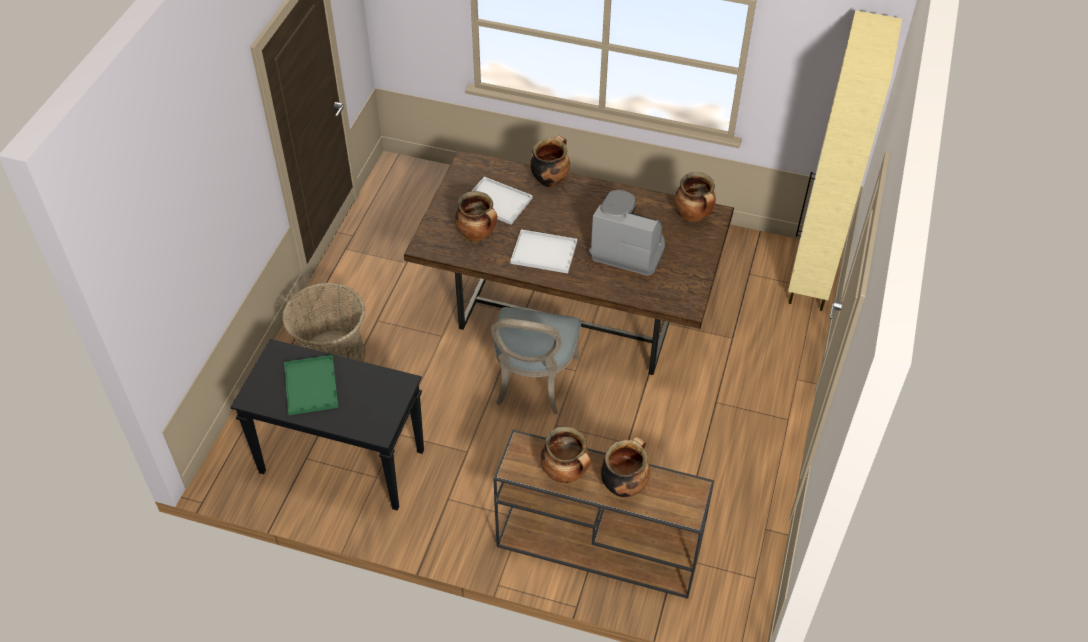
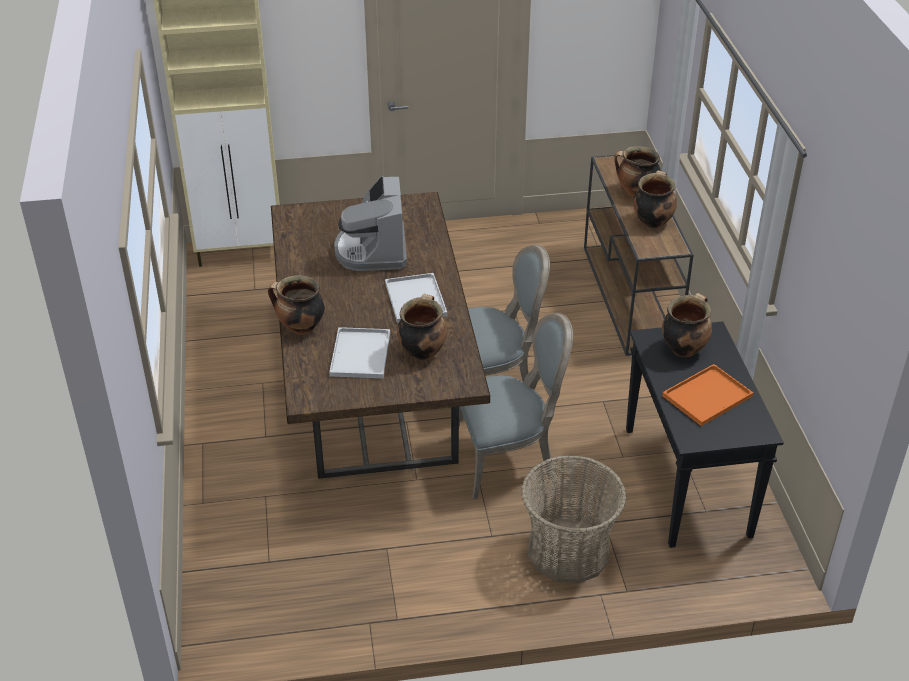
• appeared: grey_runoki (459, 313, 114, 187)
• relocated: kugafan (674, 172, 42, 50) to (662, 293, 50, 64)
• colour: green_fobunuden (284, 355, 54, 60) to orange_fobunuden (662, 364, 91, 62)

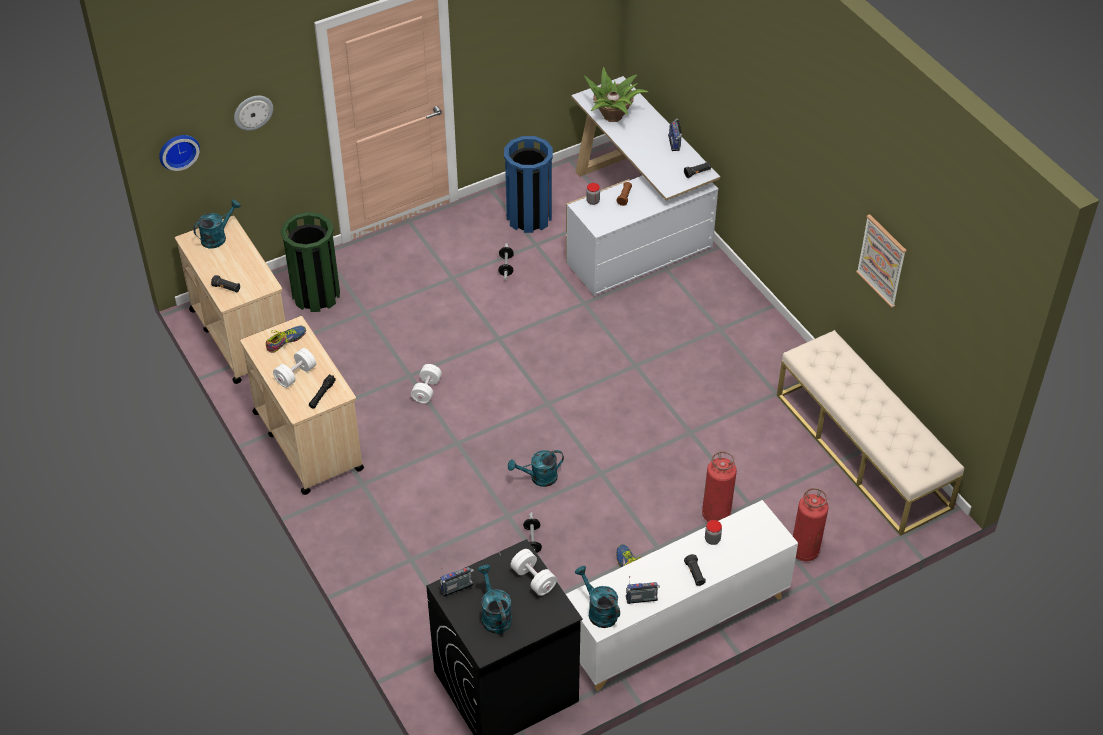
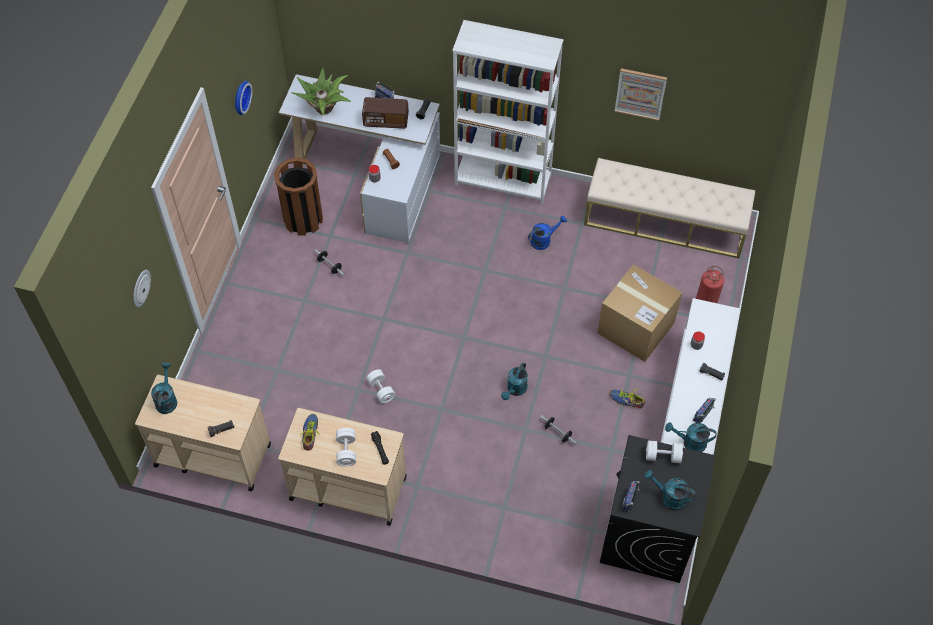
• relocated: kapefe (159, 135, 41, 36) to (235, 81, 17, 34)
• colour: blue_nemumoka (504, 136, 49, 97) to brown_nemumoka (274, 157, 49, 79)
• appeared: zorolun (362, 97, 47, 32)
• appeared: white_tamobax (453, 20, 111, 185)
• appeared: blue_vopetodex (528, 215, 39, 35)
• exchanged: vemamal (702, 451, 35, 71) to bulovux (597, 264, 85, 98)
• missing: green_nemumoka (281, 212, 59, 100)

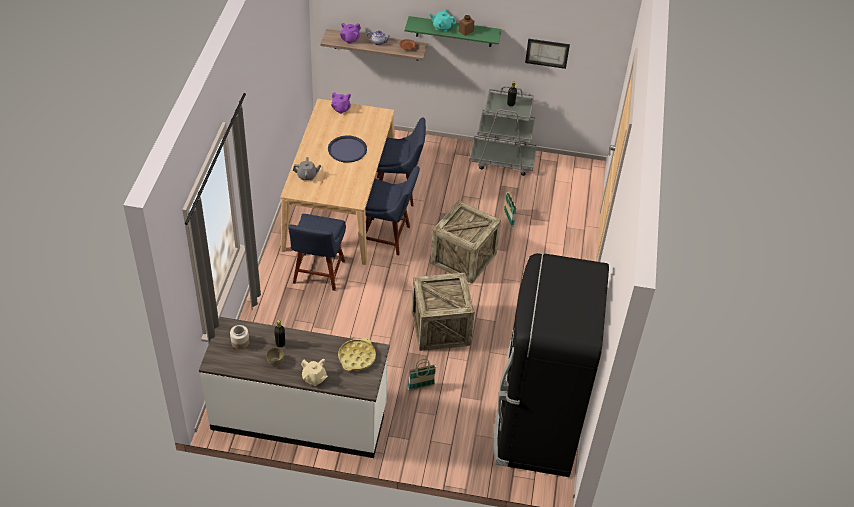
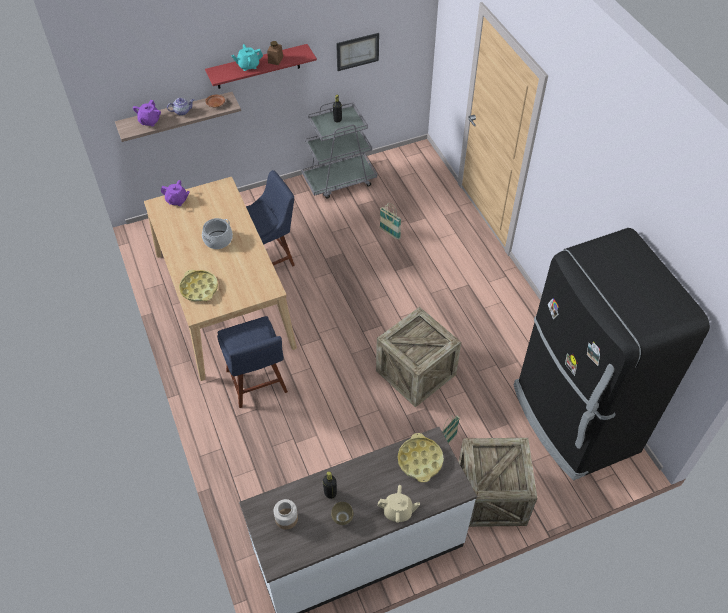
• exchanged: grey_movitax (293, 157, 28, 23) to yellow_fobunuden (179, 270, 39, 31)
• exchanged: blue_fobunuden (328, 135, 39, 28) to kugafan (202, 218, 31, 31)
• colour: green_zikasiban (404, 16, 98, 31) to red_zikasiban (205, 44, 112, 45)
• relocated: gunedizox (430, 200, 71, 84) to (459, 438, 78, 89)
• missing: blue_runoki (365, 166, 55, 89)

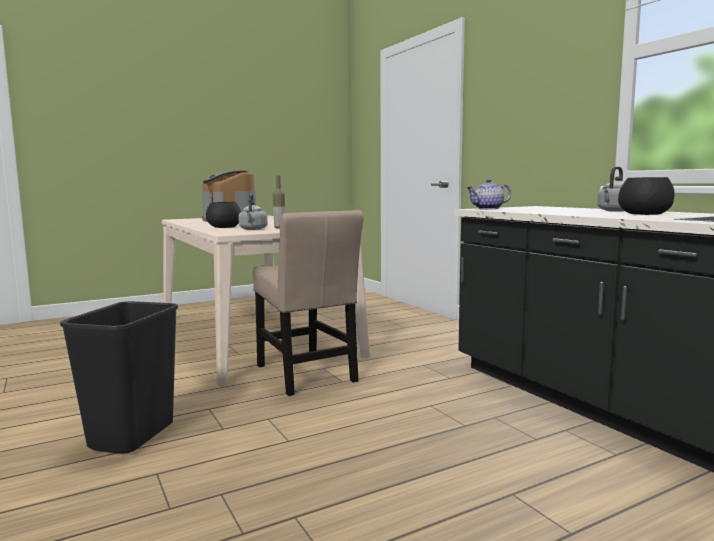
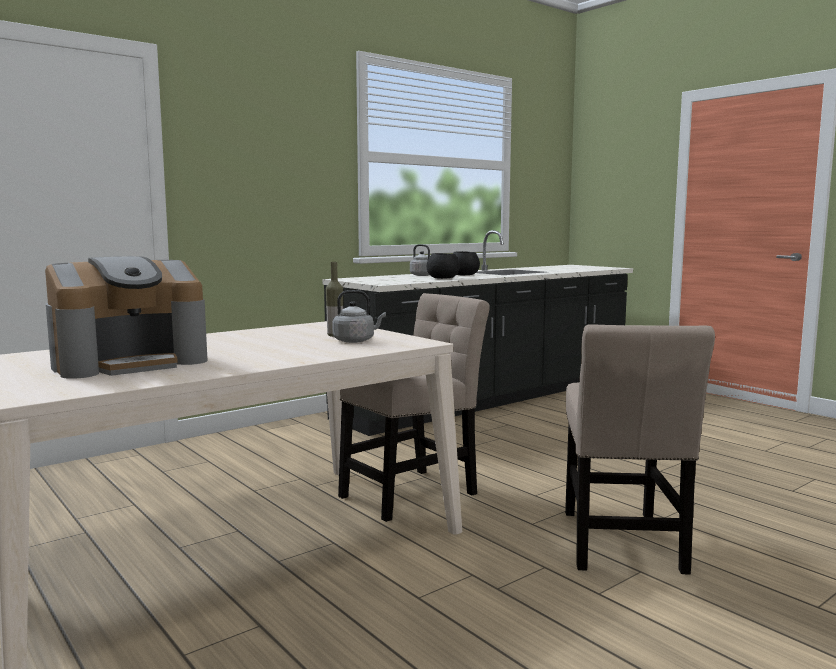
• relocated: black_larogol (206, 202, 35, 26) to (427, 253, 33, 26)
• exchanged: black_nemumoka (60, 301, 118, 153) to beige_runoki (565, 324, 150, 250)
• missing: movitax (466, 179, 45, 30)

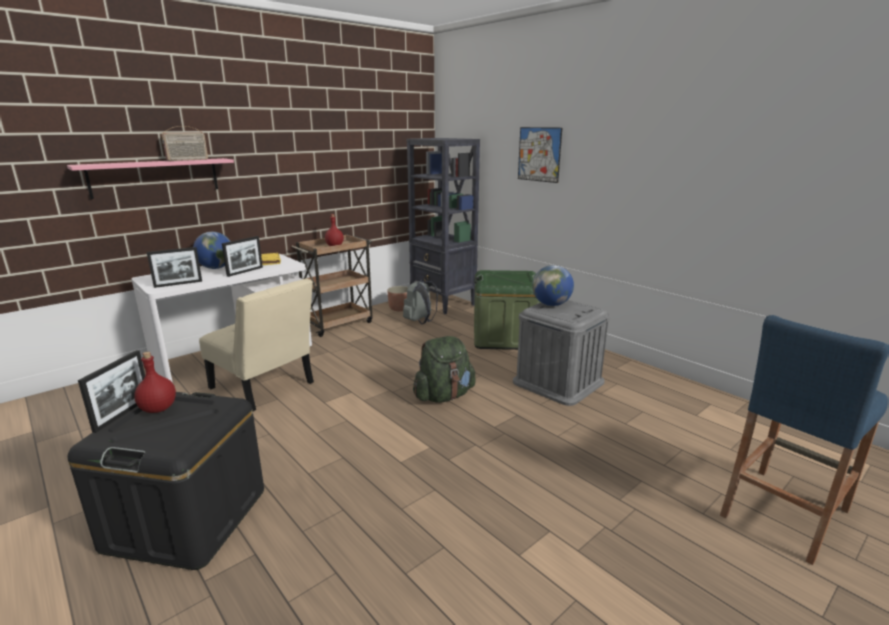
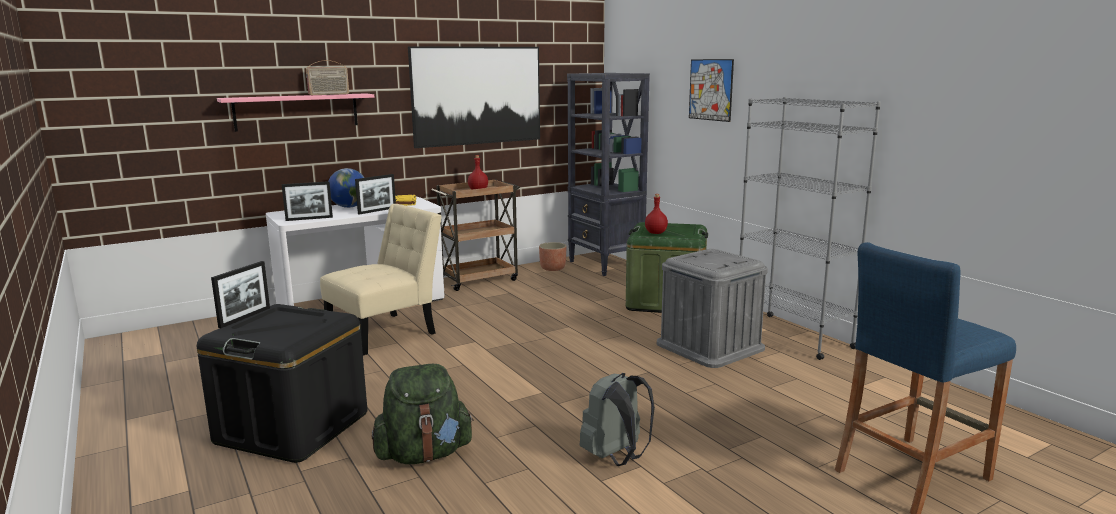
• spun: beige_runoki (199, 278, 115, 133) = (320, 204, 122, 151) 90 degrees counterclockwise
• relocated: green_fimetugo (413, 336, 63, 67) to (372, 364, 102, 100)
• appeared: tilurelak (408, 47, 132, 101)
• relocated: grey_fimetugo (403, 279, 35, 45) to (579, 373, 76, 93)
• relocated: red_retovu (134, 352, 42, 61) to (645, 194, 23, 40)
• appeared: grey_tamobax (740, 97, 141, 263)
• missing: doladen (532, 265, 42, 41)

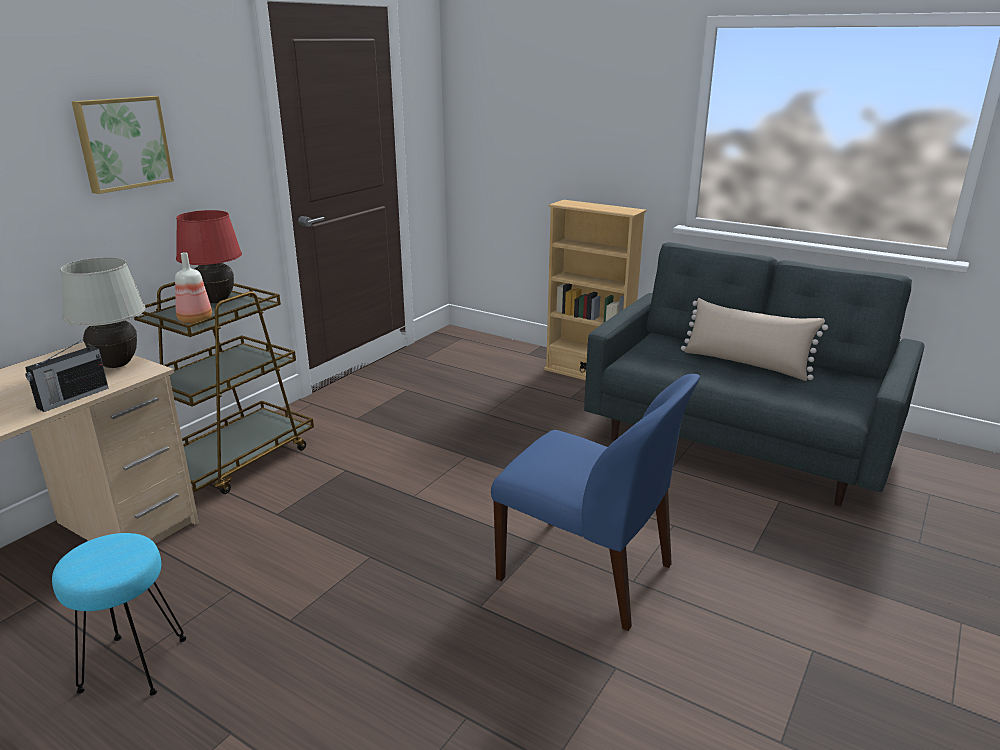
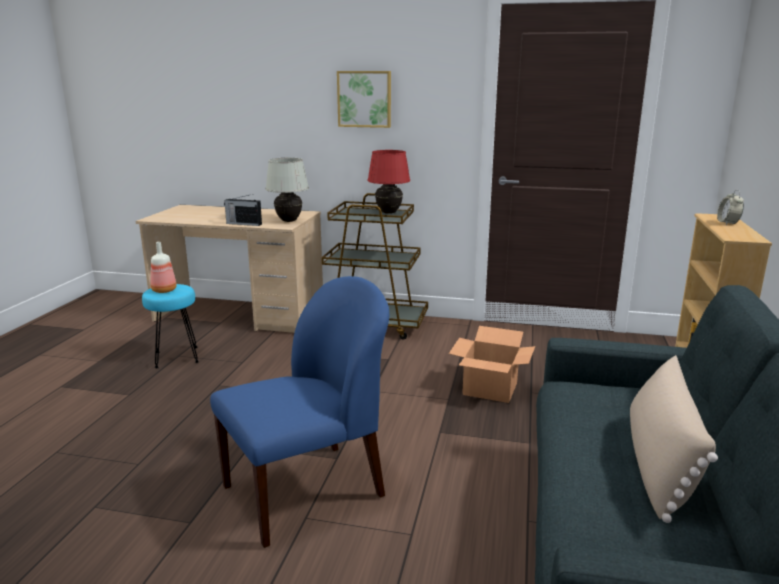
• relocated: retovu (175, 252, 37, 72) to (151, 242, 26, 51)
• spun: blue_runoki (491, 374, 209, 257) = (210, 276, 179, 272) 135 degrees counterclockwise
• appeared: bulovux (449, 326, 86, 77)
• appeared: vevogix (717, 190, 27, 35)

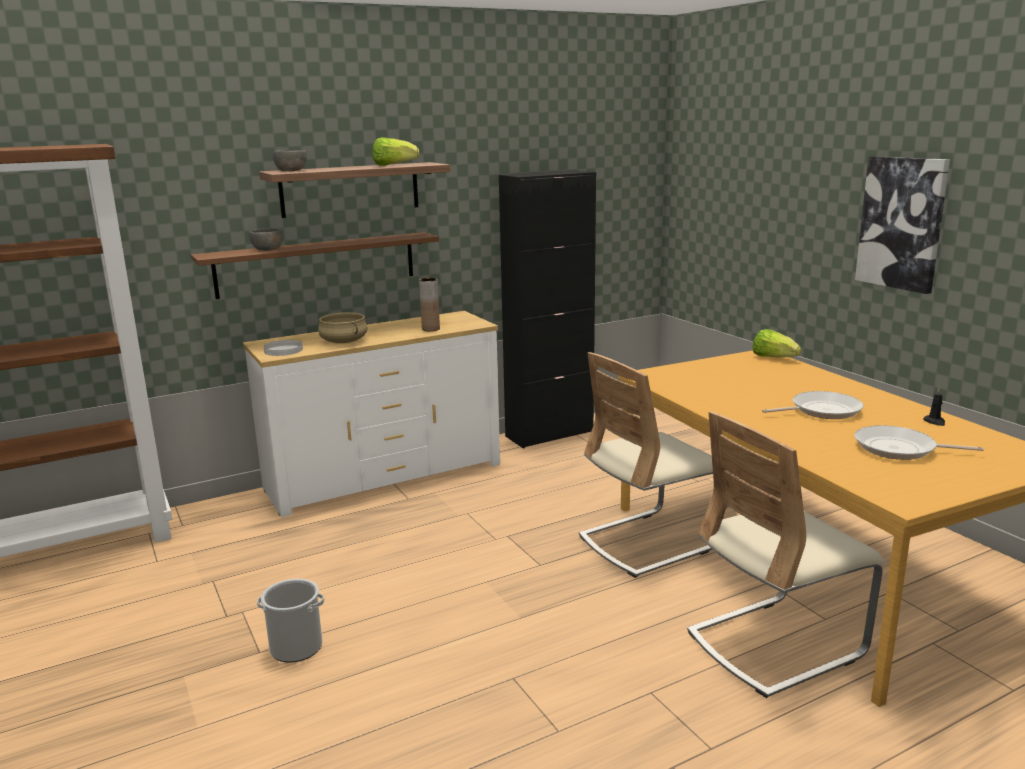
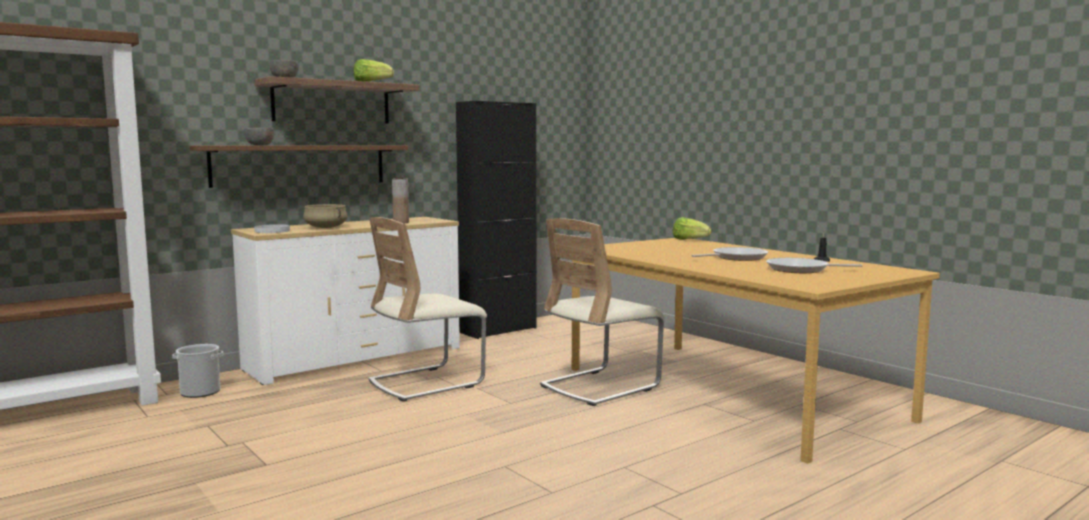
• relocated: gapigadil (257, 579, 68, 84) to (172, 344, 51, 54)
• relocated: beige_runoki (687, 411, 197, 287) to (368, 217, 119, 185)
• missing: tilurelak (855, 156, 95, 138)

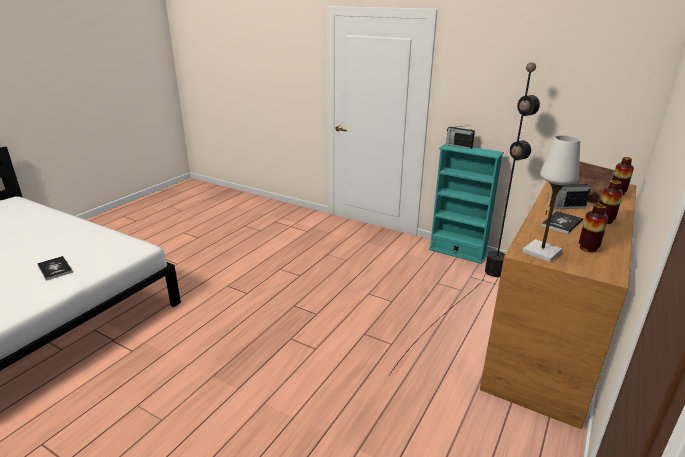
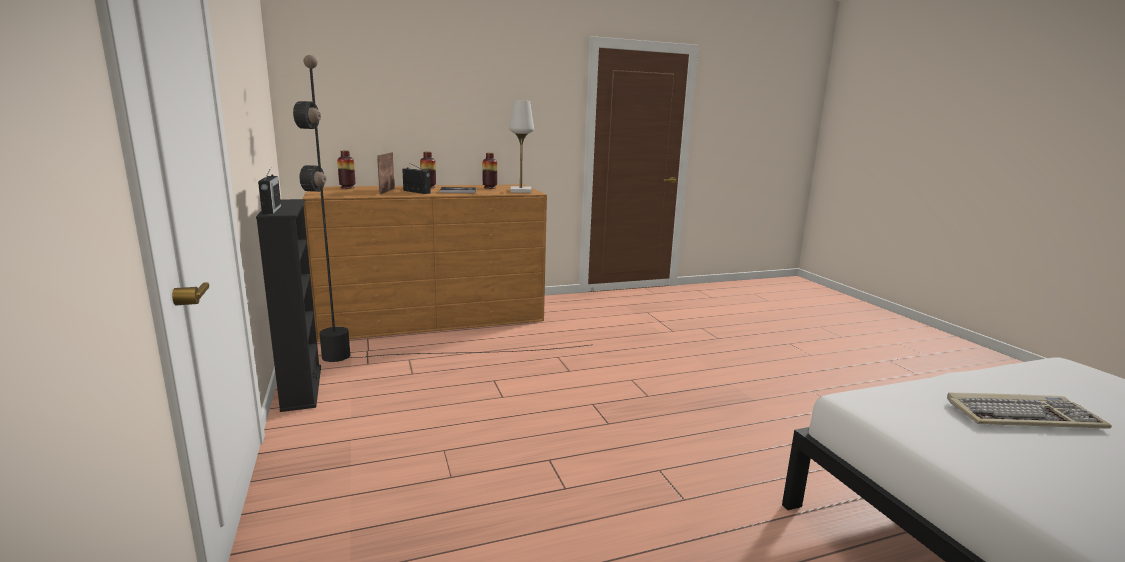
• colour: turquoise_tamobax (429, 143, 75, 121) to black_tamobax (256, 199, 65, 213)
• exchanged: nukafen (37, 256, 36, 25) to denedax (947, 393, 165, 36)

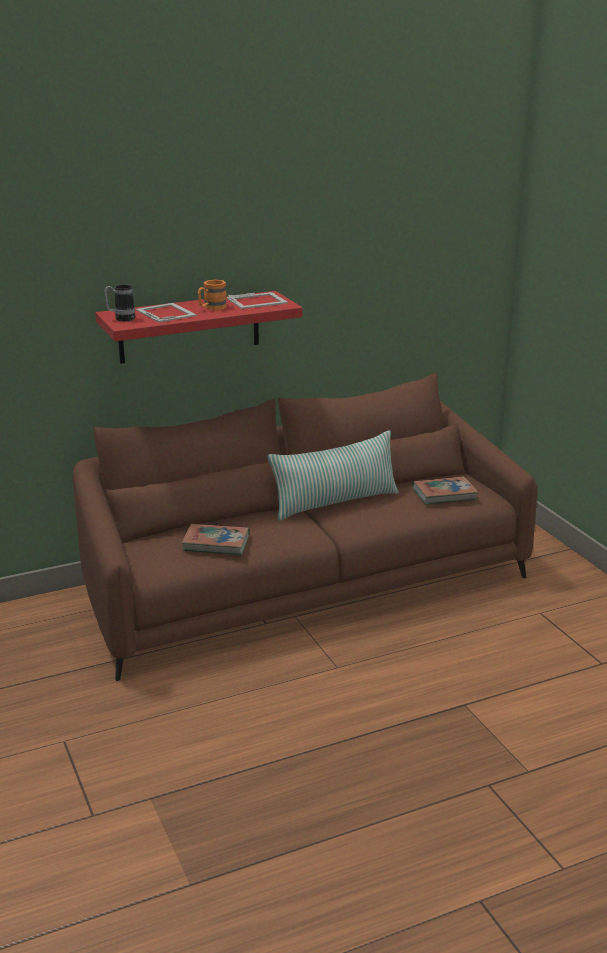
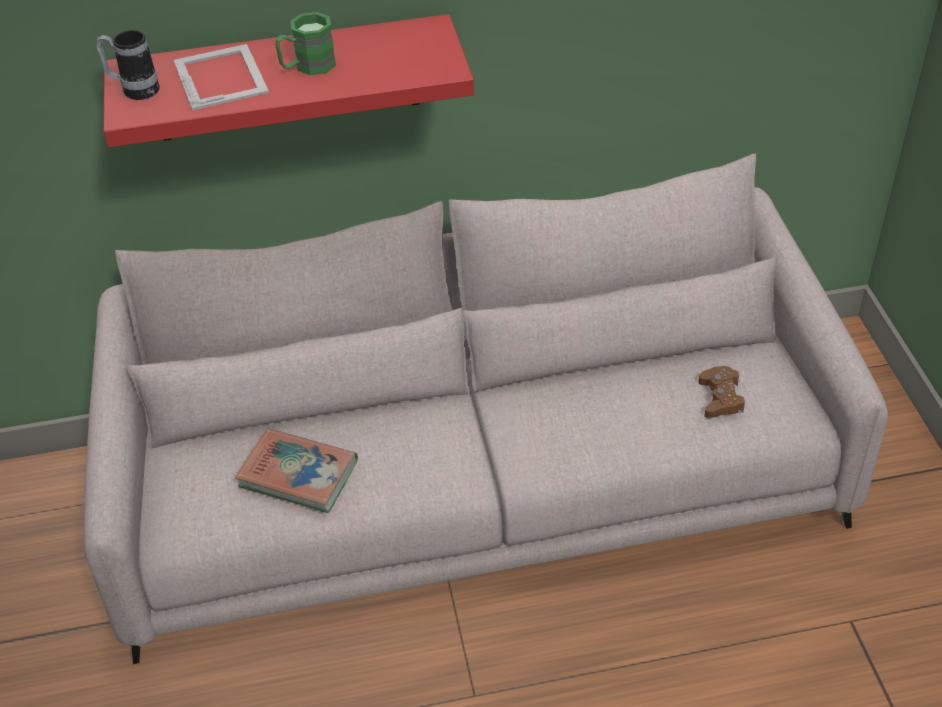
• colour: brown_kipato (72, 373, 466, 308) to grey_kipato (84, 154, 804, 510)
• colour: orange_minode (198, 280, 29, 30) to green_minode (275, 12, 61, 63)
• exchanged: nukafen (412, 476, 66, 29) to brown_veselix (698, 366, 47, 52)
• missing: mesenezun (227, 292, 61, 17)
• missing: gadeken (268, 430, 131, 91)

